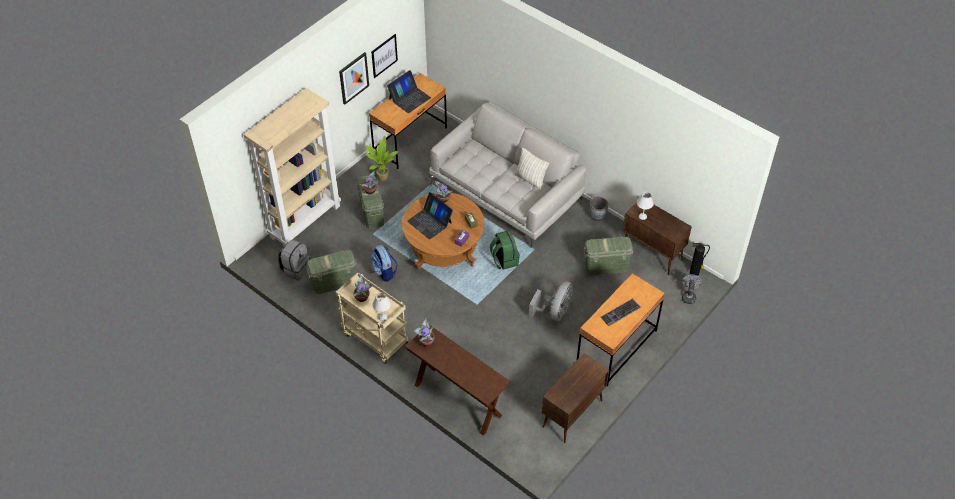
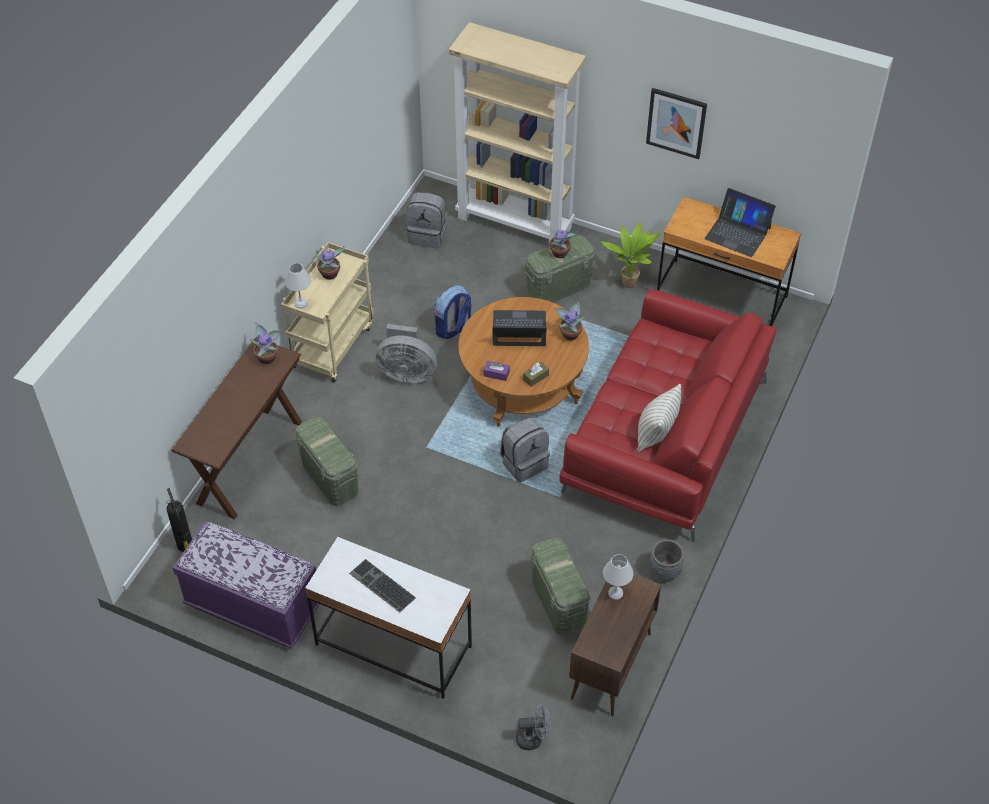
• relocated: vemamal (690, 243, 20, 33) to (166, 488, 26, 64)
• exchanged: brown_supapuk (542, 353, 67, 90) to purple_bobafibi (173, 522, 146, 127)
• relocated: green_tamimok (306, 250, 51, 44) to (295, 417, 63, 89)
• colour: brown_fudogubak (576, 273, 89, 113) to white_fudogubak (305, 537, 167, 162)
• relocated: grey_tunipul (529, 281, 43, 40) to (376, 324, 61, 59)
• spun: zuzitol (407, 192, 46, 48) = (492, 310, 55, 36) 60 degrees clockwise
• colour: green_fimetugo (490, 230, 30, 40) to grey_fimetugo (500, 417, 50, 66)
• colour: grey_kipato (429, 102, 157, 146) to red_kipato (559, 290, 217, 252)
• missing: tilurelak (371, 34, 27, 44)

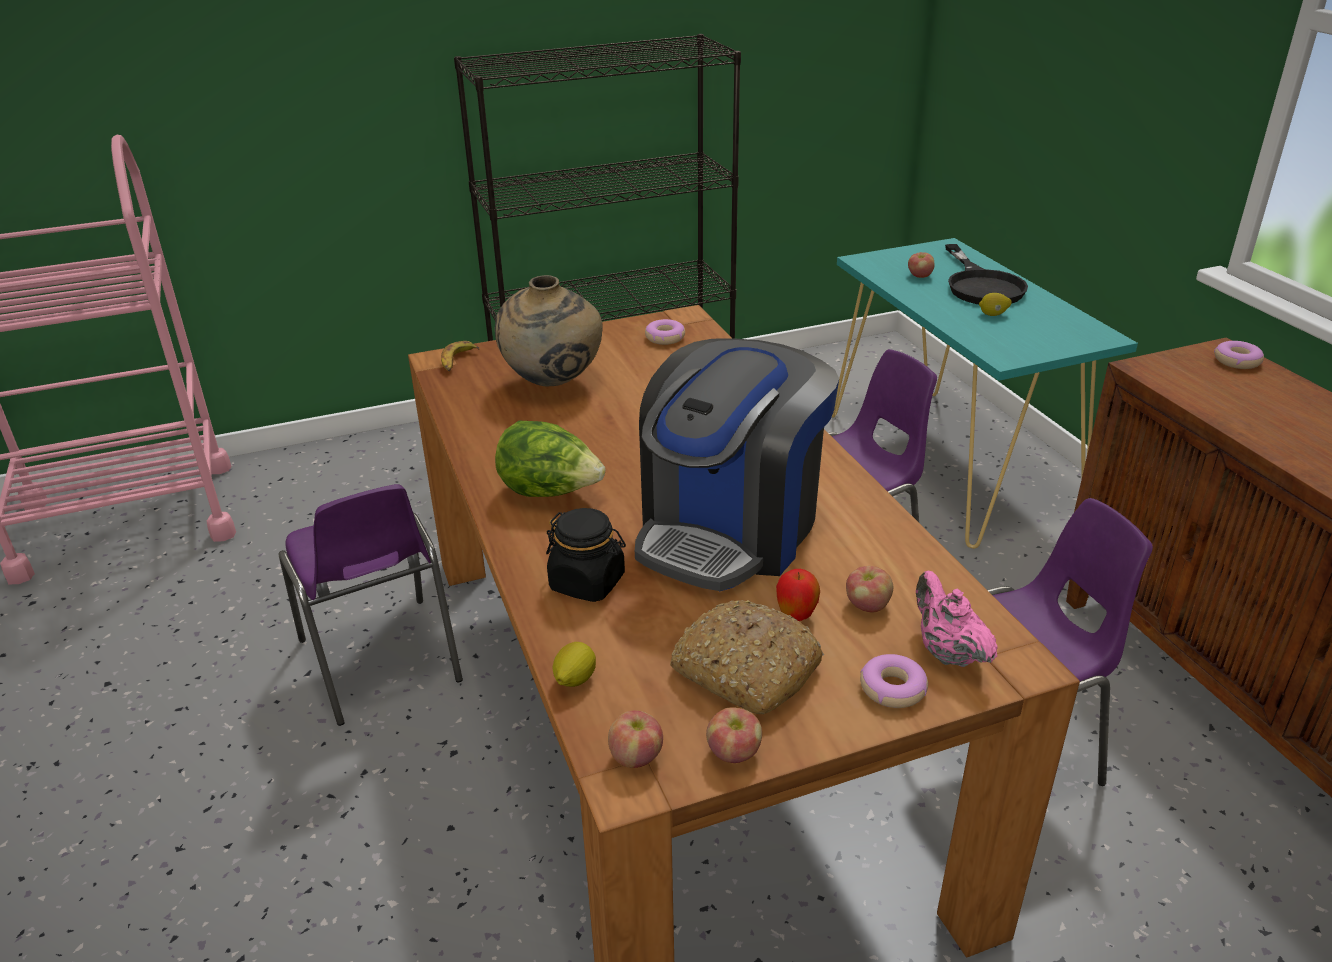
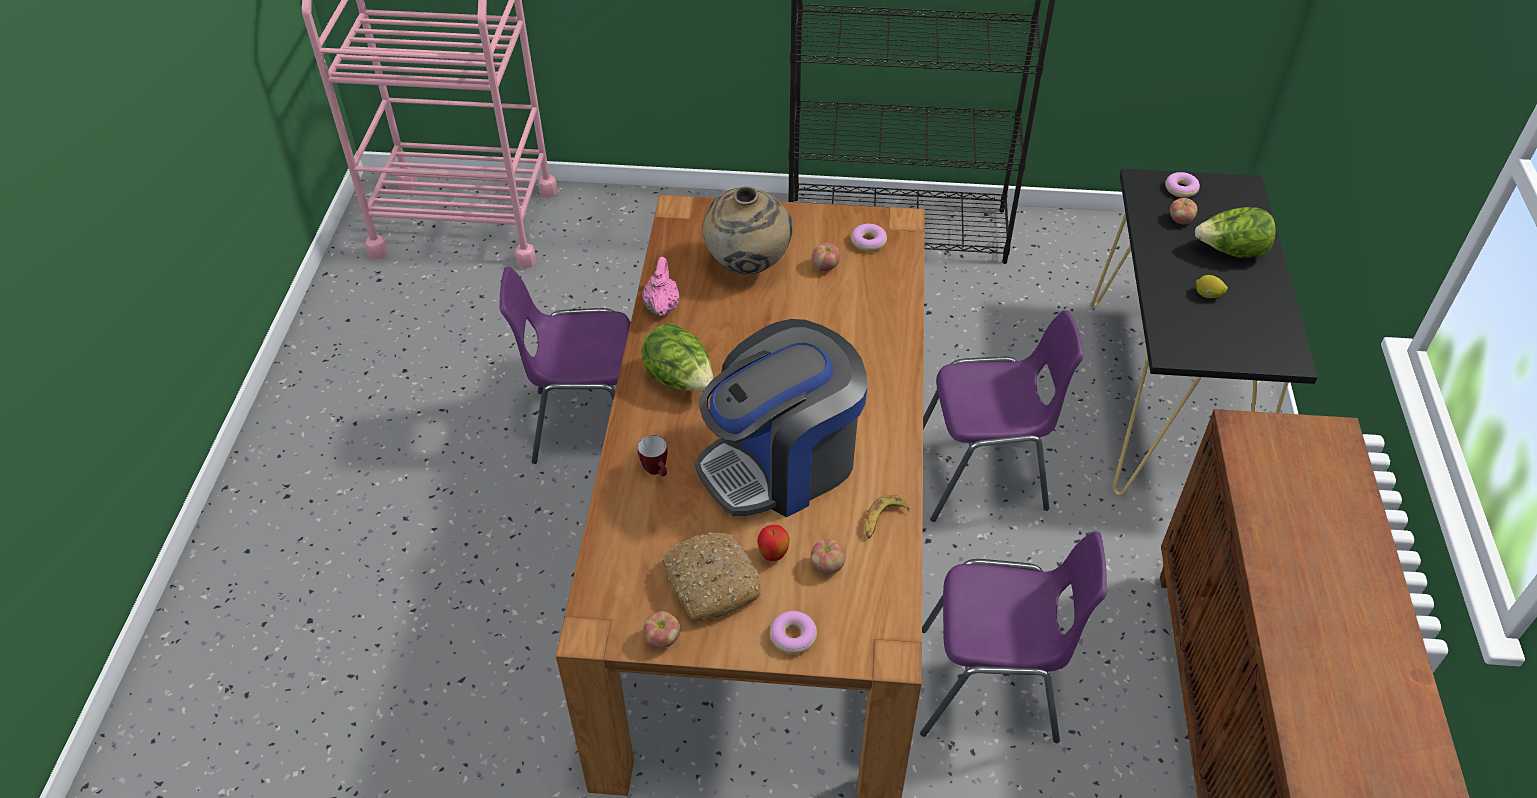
• spun: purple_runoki (279, 484, 184, 242) = (499, 267, 132, 197) 90 degrees clockwise
• exchanged: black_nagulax (546, 508, 80, 94) to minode (637, 435, 31, 41)
• relocated: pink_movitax (916, 571, 82, 96) to (642, 257, 38, 59)
• relocated: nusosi (608, 710, 55, 58) to (812, 243, 28, 28)
• relocated: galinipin (441, 341, 39, 31) to (865, 495, 45, 43)
• colour: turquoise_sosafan (832, 238, 306, 311) to black_sosafan (1091, 168, 227, 328)
• relocated: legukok (1214, 341, 50, 28) to (1165, 172, 35, 26)
• exchanged: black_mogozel (945, 244, 83, 60) to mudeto (1195, 207, 81, 51)
• missing: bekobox (553, 642, 43, 45)

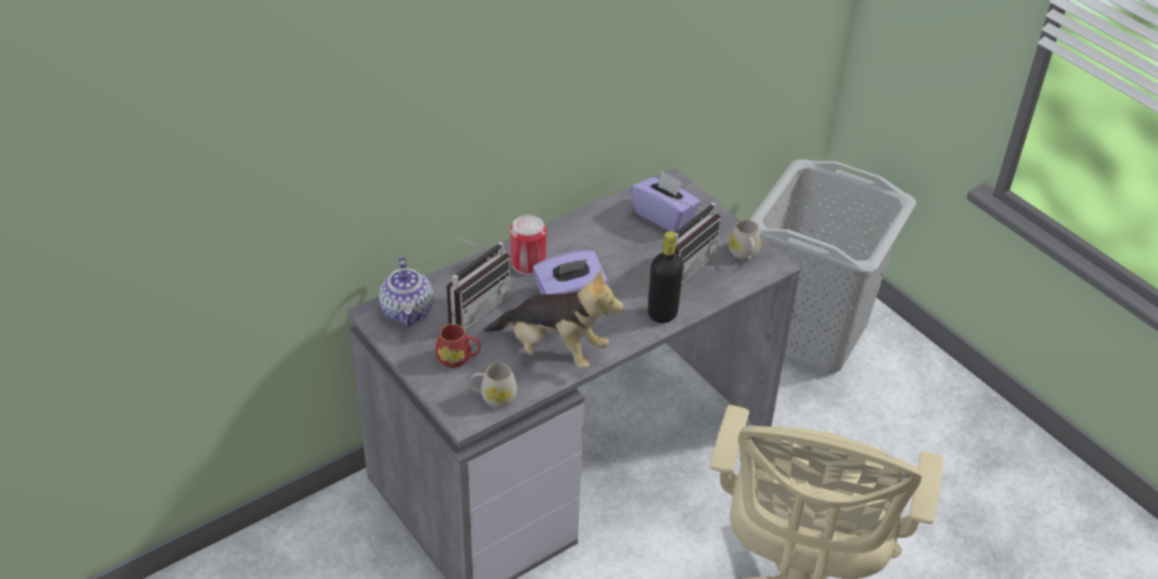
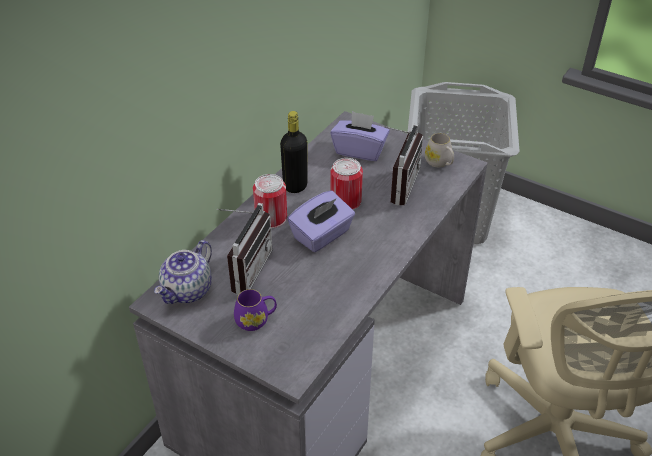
• spun: movitax (379, 256, 55, 71) = (154, 240, 58, 64) 60 degrees clockwise
• colour: red_minode (436, 324, 44, 44) to purple_minode (234, 289, 43, 42)
• relocated: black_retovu (648, 231, 36, 92) to (280, 111, 28, 82)
• appeared: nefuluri (330, 158, 33, 52)
• missing: white_minode (471, 363, 46, 45)
• missing: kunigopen (484, 268, 140, 101)

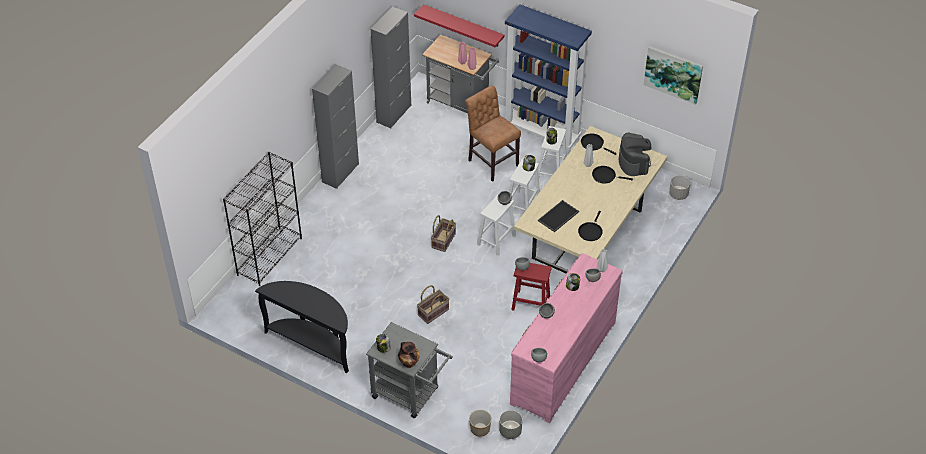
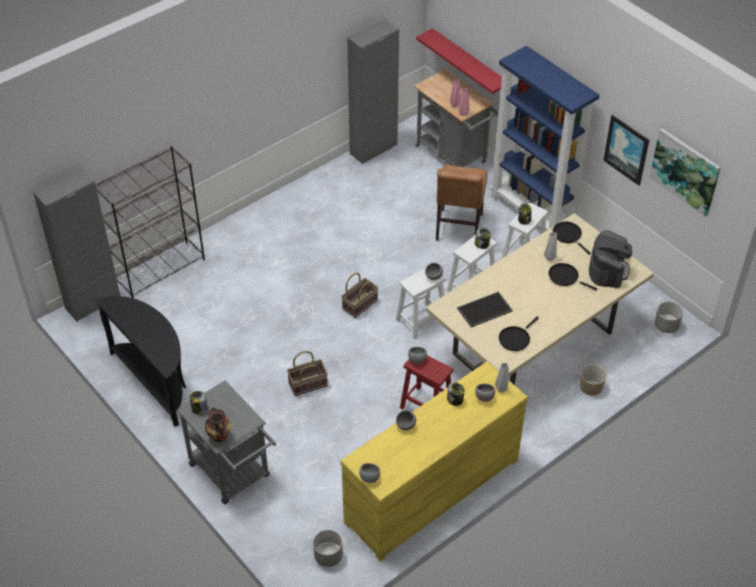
• relocated: grey_supapuk (312, 64, 47, 125) to (33, 168, 87, 154)
• colour: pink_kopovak (510, 253, 113, 170) to yellow_kopovak (341, 362, 187, 199)
• spun: brown_runoki (465, 85, 56, 97) = (436, 165, 51, 76) 150 degrees counterclockwise
• relocated: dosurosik (469, 409, 23, 28) to (580, 364, 27, 31)
• appeared: tilurelak (603, 115, 46, 71)

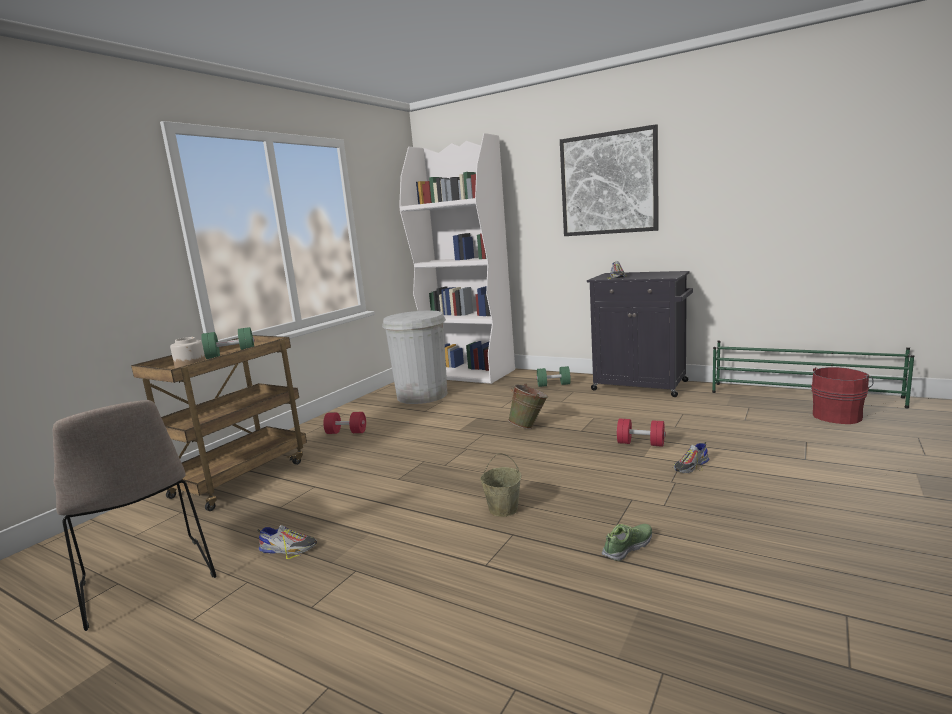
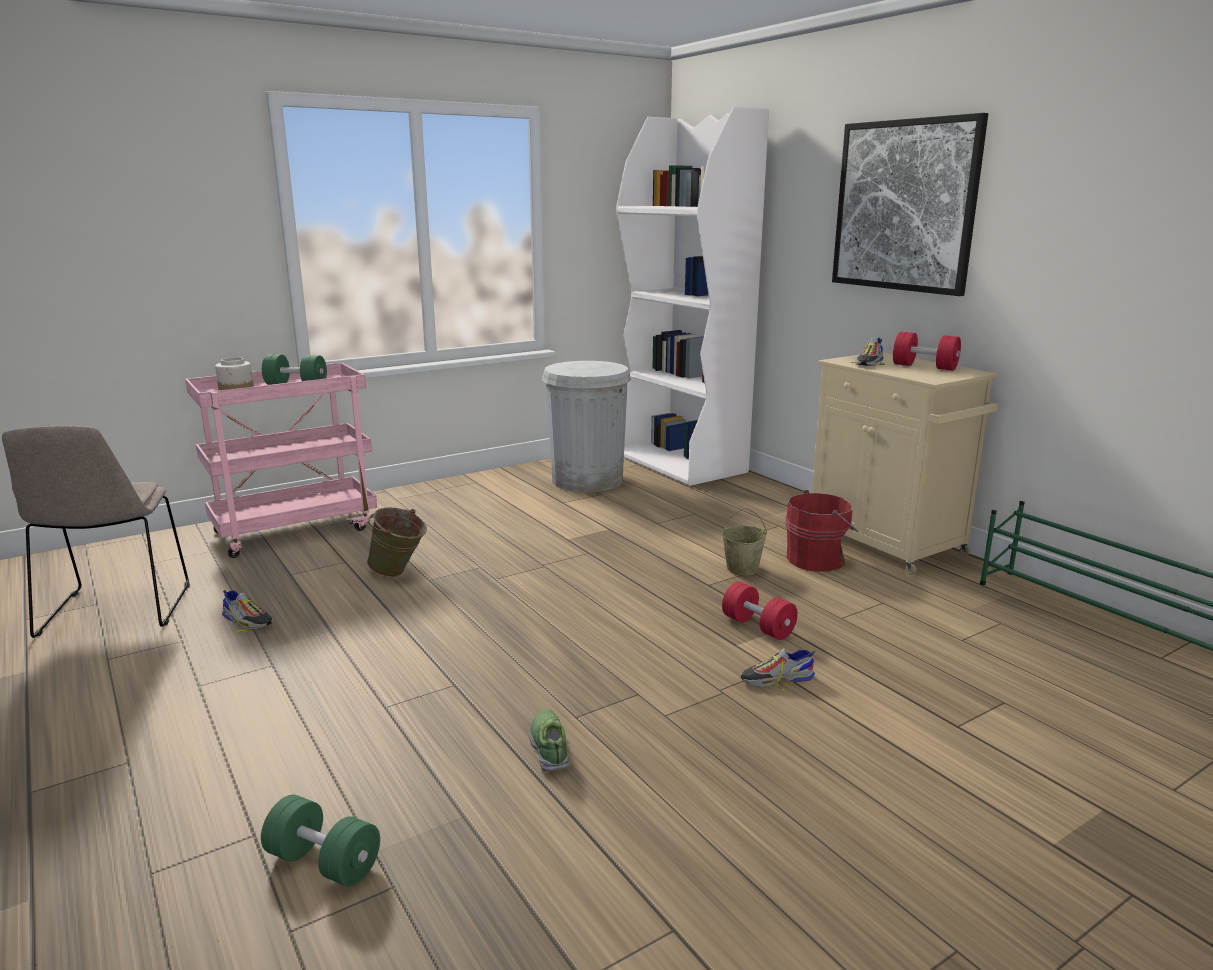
• colour: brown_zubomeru (131, 335, 176, 176) to pink_zubomeru (185, 363, 192, 195)
• relocated: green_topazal (536, 366, 35, 21) to (261, 795, 119, 92)
• relocated: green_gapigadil (508, 383, 40, 46) to (367, 507, 60, 70)
• spun: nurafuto (602, 524, 50, 37) = (529, 709, 41, 63) 90 degrees counterclockwise
• relocated: beige_gapigadil (480, 453, 41, 64) to (722, 508, 45, 68)
• relocated: red_gapigadil (811, 367, 63, 57) to (785, 490, 73, 82)
• colour: black_supapuk (587, 271, 106, 126) to beige_supapuk (812, 352, 186, 223)
• relocated: red_topazal (323, 412, 43, 22) to (893, 332, 68, 38)

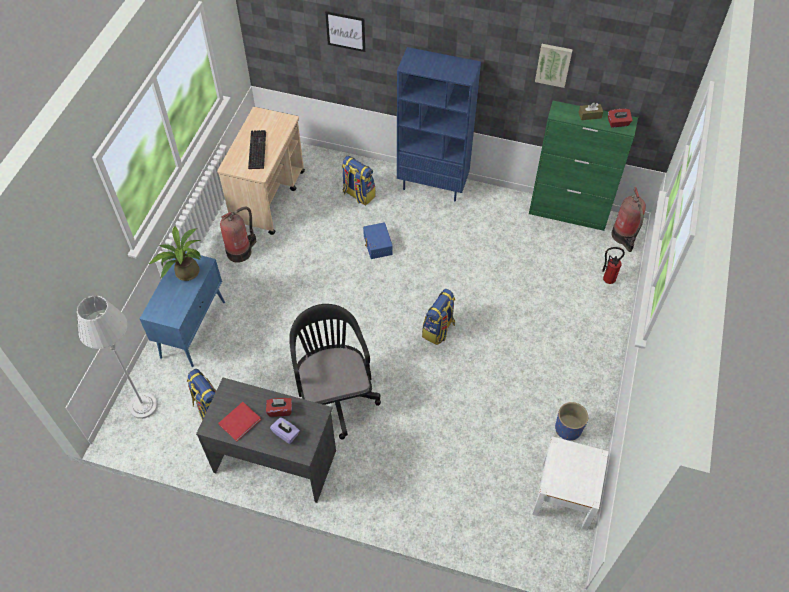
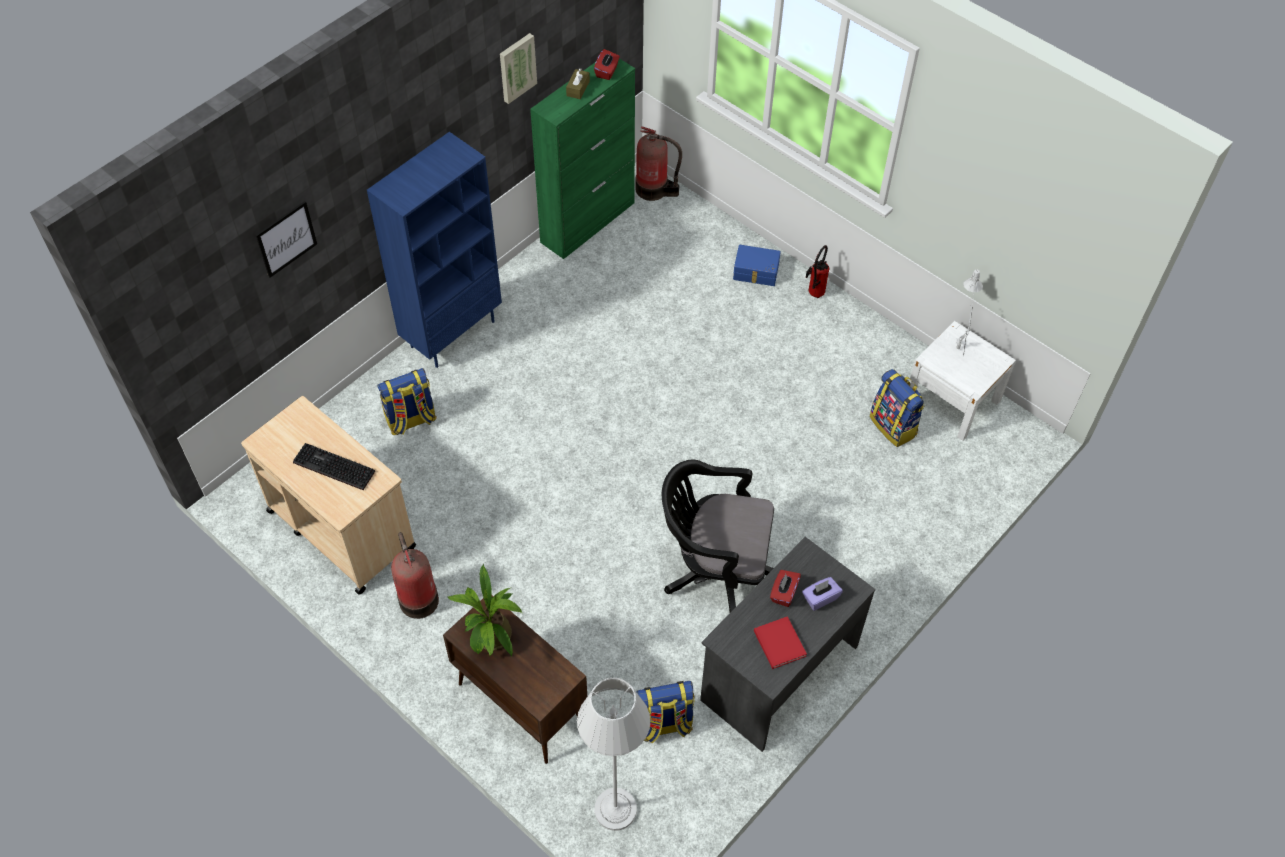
• colour: blue_supapuk (140, 252, 85, 115) to brown_supapuk (443, 594, 144, 170)
• relocated: blue_tamimok (363, 222, 30, 37) to (733, 245, 48, 41)
• relocated: vemamal (602, 247, 23, 37) to (806, 245, 23, 53)
• relocated: fimetugo (422, 289, 33, 56) to (870, 369, 55, 78)
• appeared: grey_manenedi (956, 269, 27, 83)
• missing: blue_dosurosik (555, 402, 33, 39)

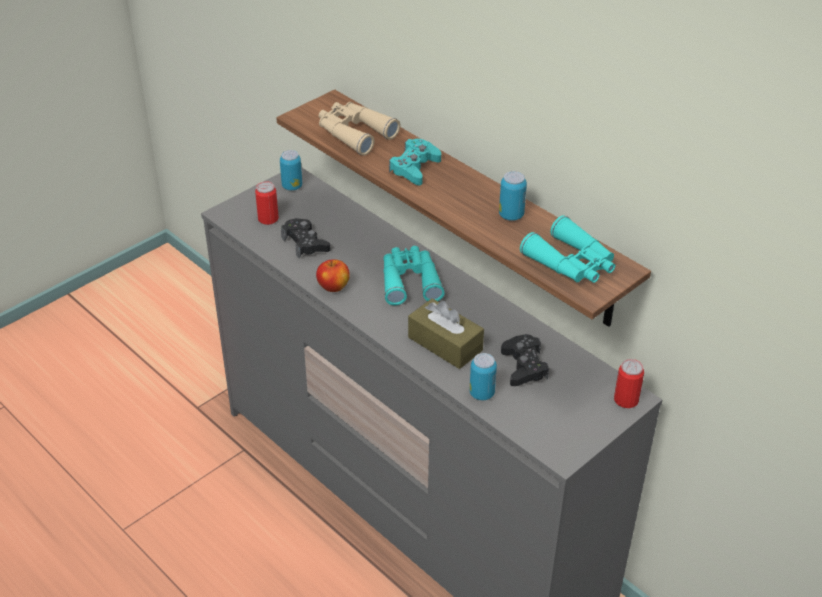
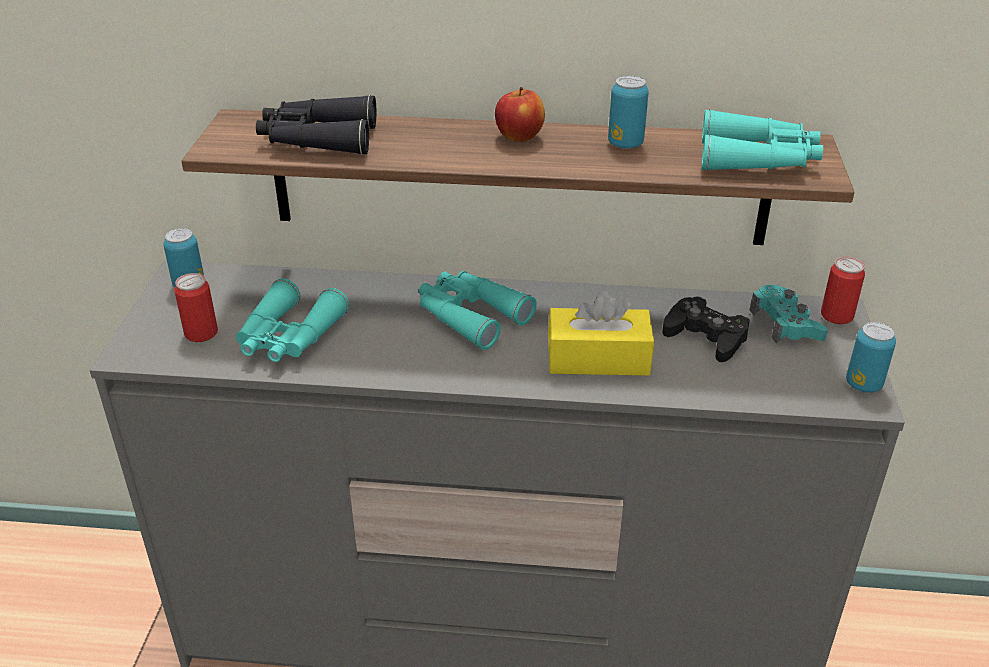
• exchanged: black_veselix (281, 218, 49, 40) to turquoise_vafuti (236, 278, 113, 84)
• colour: beige_vafuti (319, 102, 81, 54) to black_vafuti (256, 95, 120, 60)
• relocated: nusosi (316, 260, 34, 32) to (495, 87, 50, 55)
• colour: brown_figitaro (408, 298, 76, 71) to yellow_figitaro (548, 290, 106, 86)
• relocated: turquoise_veselix (389, 139, 52, 46) to (750, 285, 78, 58)
• relocated: nefuluri (469, 353, 28, 47) to (846, 322, 50, 71)

